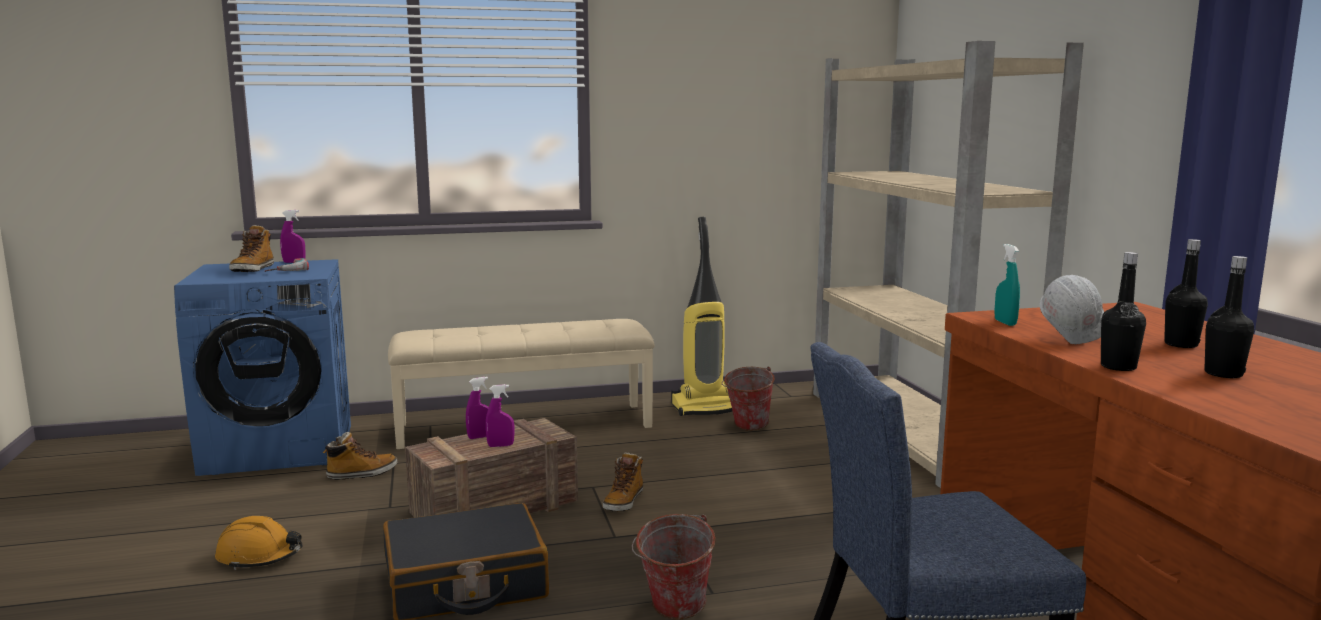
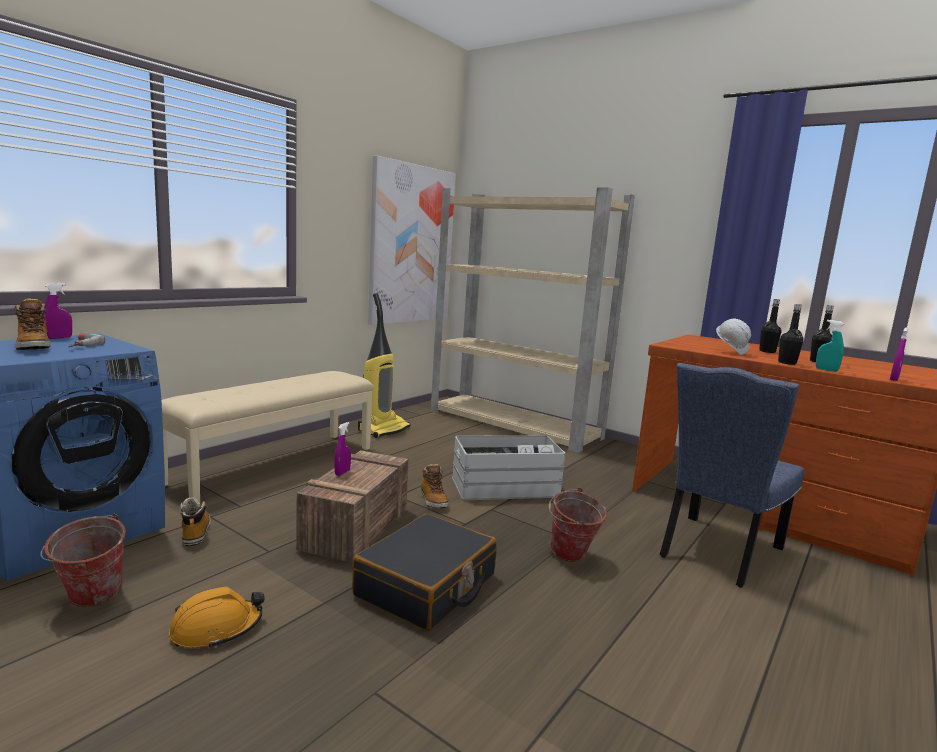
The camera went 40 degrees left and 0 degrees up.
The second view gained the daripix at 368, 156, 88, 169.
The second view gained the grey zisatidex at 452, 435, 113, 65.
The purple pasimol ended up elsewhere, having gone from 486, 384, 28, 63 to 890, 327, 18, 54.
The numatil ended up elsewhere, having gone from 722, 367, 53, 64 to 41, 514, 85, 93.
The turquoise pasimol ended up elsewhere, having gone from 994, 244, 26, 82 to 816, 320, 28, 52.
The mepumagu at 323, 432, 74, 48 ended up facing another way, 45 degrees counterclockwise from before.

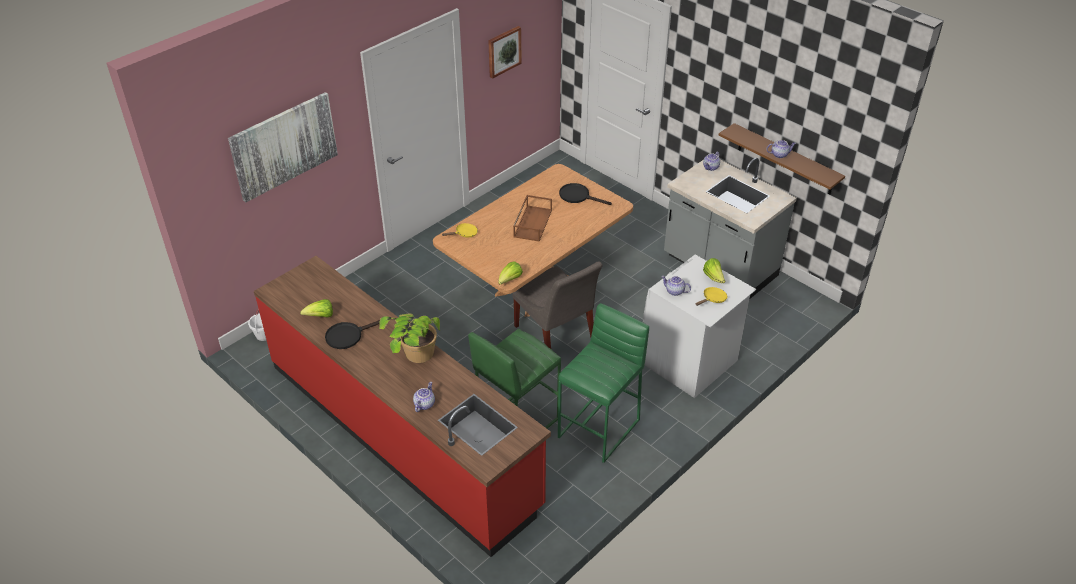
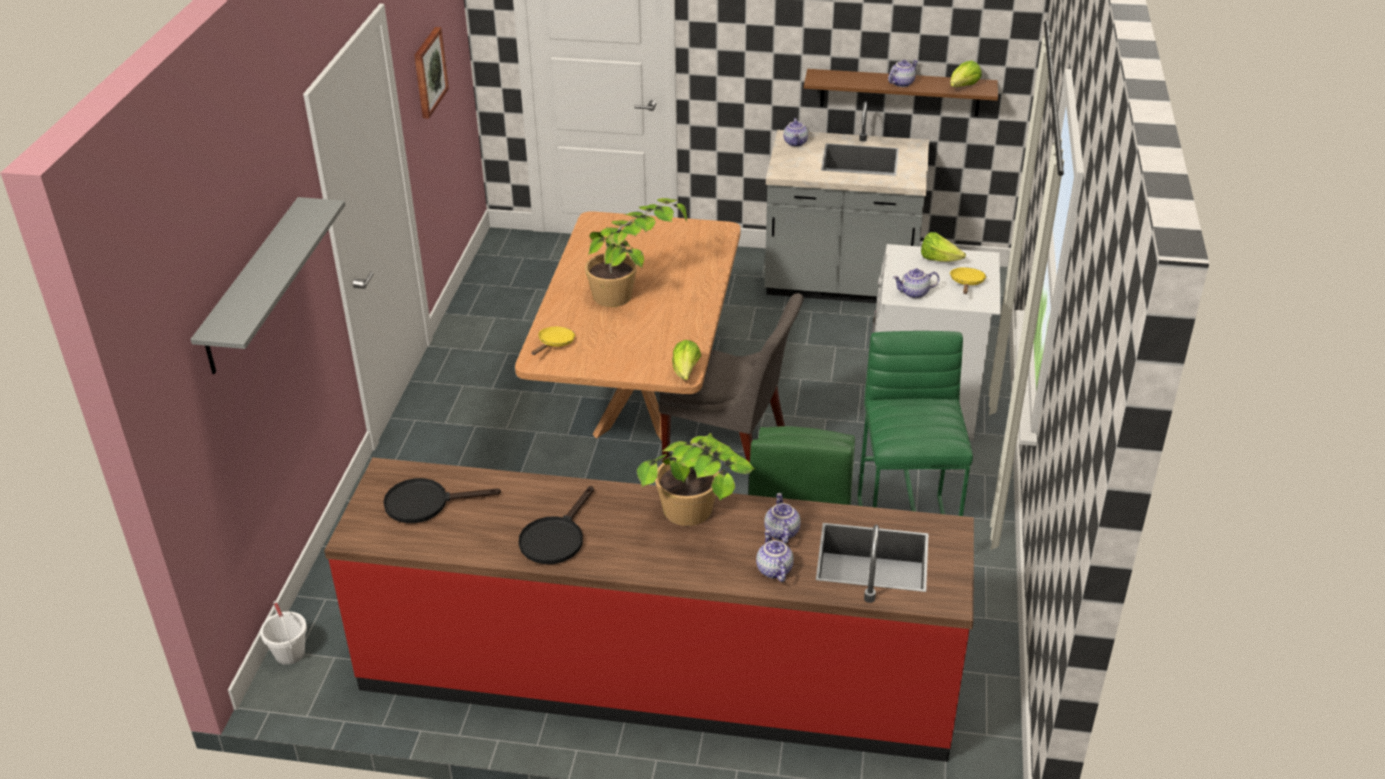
The camera went 35 degrees left and 5 degrees down.
The second view gained the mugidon at 764, 493, 37, 51.
The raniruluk ended up elsewhere, having gone from 300, 299, 33, 19 to 950, 60, 32, 27.
The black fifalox ended up elsewhere, having gone from 559, 183, 53, 22 to 383, 478, 118, 45.
Where the daripix hung at 228, 92, 110, 110, the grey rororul came to hang at 190, 197, 155, 177.
Where the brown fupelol stood at 513, 195, 39, 46, the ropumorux came to stand at 585, 198, 103, 109.

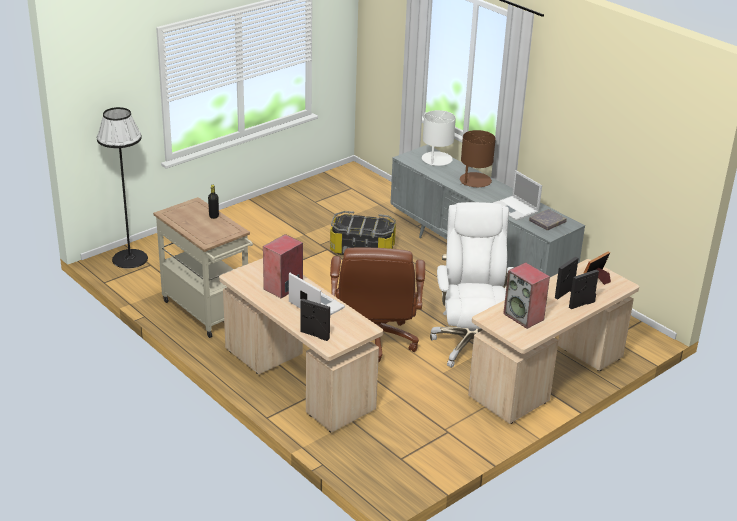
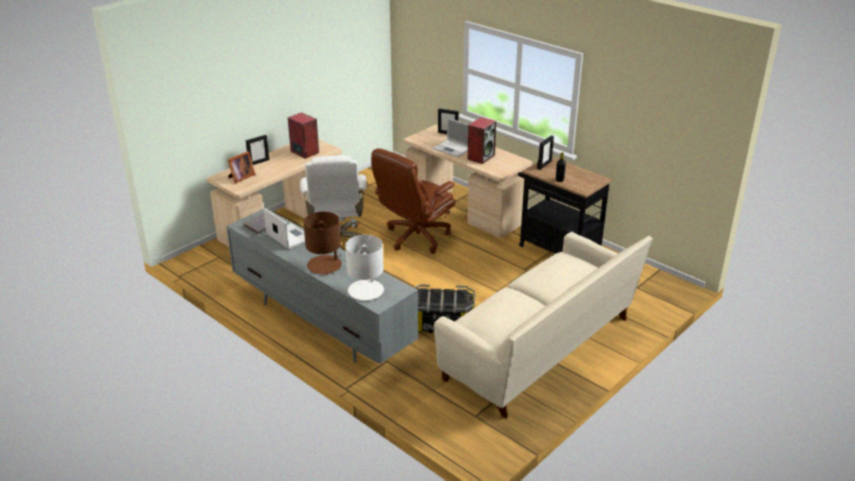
The camera went 175 degrees right and 0 degrees up.
The second view lost the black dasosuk at 97, 107, 51, 161.
The second view gained the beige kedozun at 434, 232, 219, 187.
The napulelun ended up elsewhere, having gone from 555, 257, 24, 42 to 537, 135, 17, 35.
What was the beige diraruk at 153, 197, 100, 141 turned into the black diraruk at 518, 157, 94, 97.
The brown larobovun at 330, 247, 95, 115 ended up facing another way, 135 degrees counterclockwise from before.

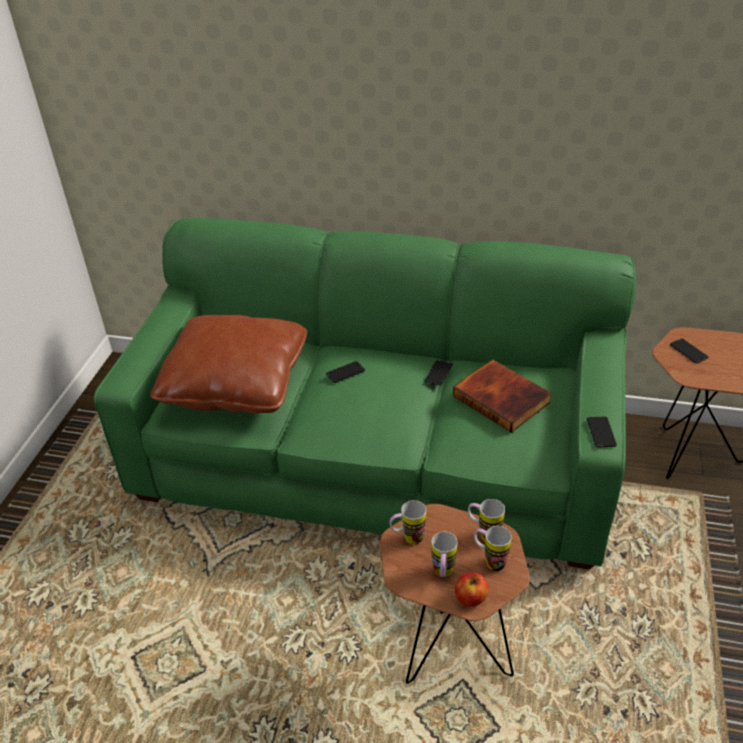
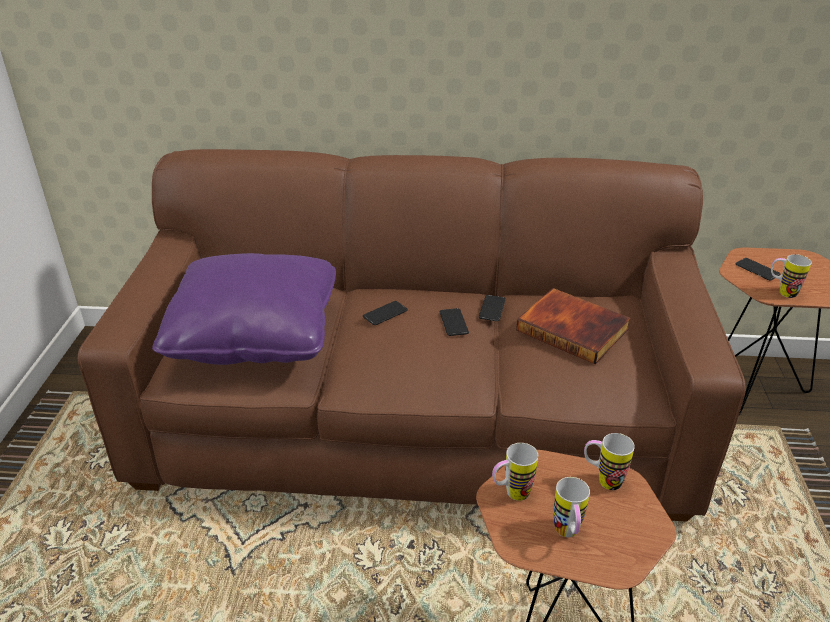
The camera went 10 degrees left and 5 degrees down.
The second view lost the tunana at 455, 572, 34, 35.
The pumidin ended up elsewhere, having gone from 474, 526, 38, 45 to 771, 254, 41, 44.
The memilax ended up elsewhere, having gone from 587, 417, 30, 30 to 439, 308, 30, 28.
What was the green kedozun at 94, 218, 542, 352 turned into the brown kedozun at 78, 149, 668, 373.
What was the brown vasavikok at 150, 315, 157, 99 turned into the purple vasavikok at 152, 253, 184, 112.

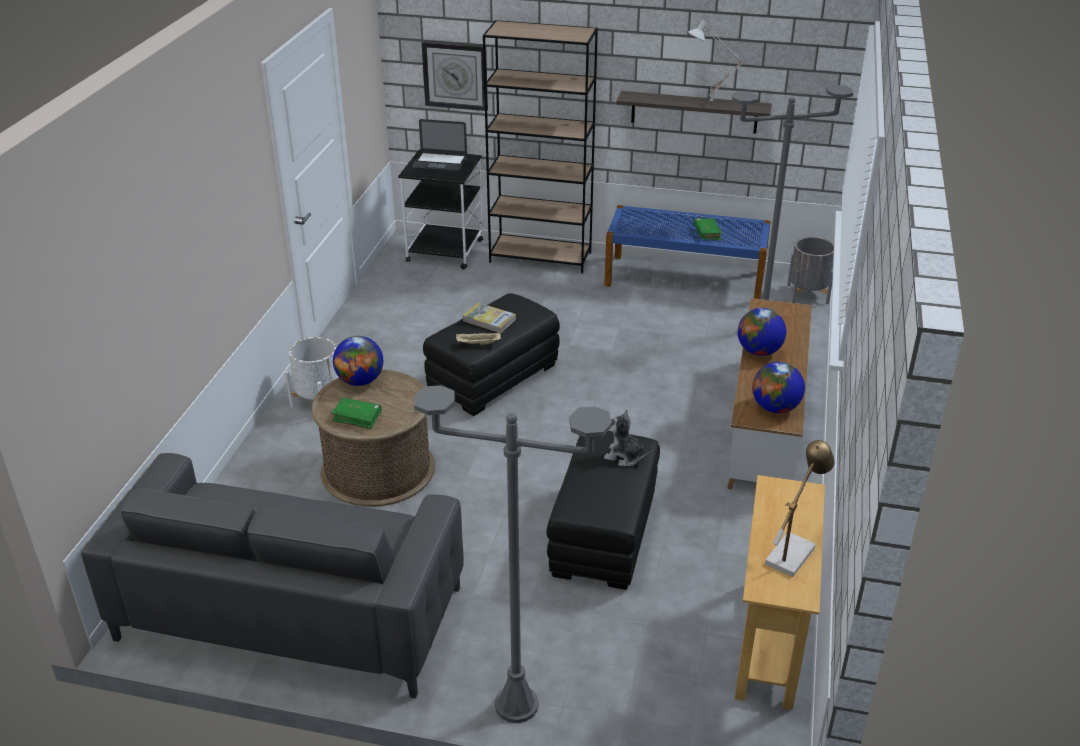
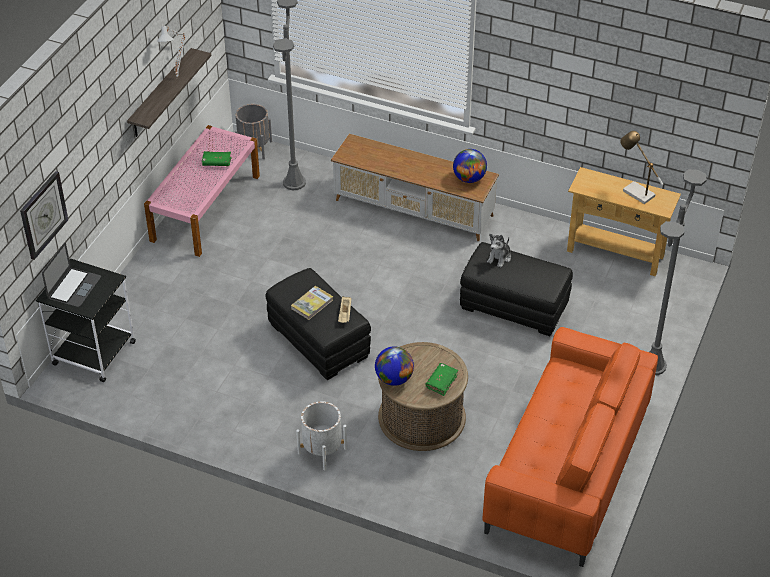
The camera went 80 degrees left and 10 degrees up.
The second view lost the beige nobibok at 483, 20, 115, 253.
The second view lost the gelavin at 738, 308, 48, 48.
What was the grey kedozun at 81, 453, 383, 246 turned into the orange kedozun at 483, 327, 175, 240.
What was the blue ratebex at 604, 205, 167, 94 turned into the pink ratebex at 144, 125, 116, 132.

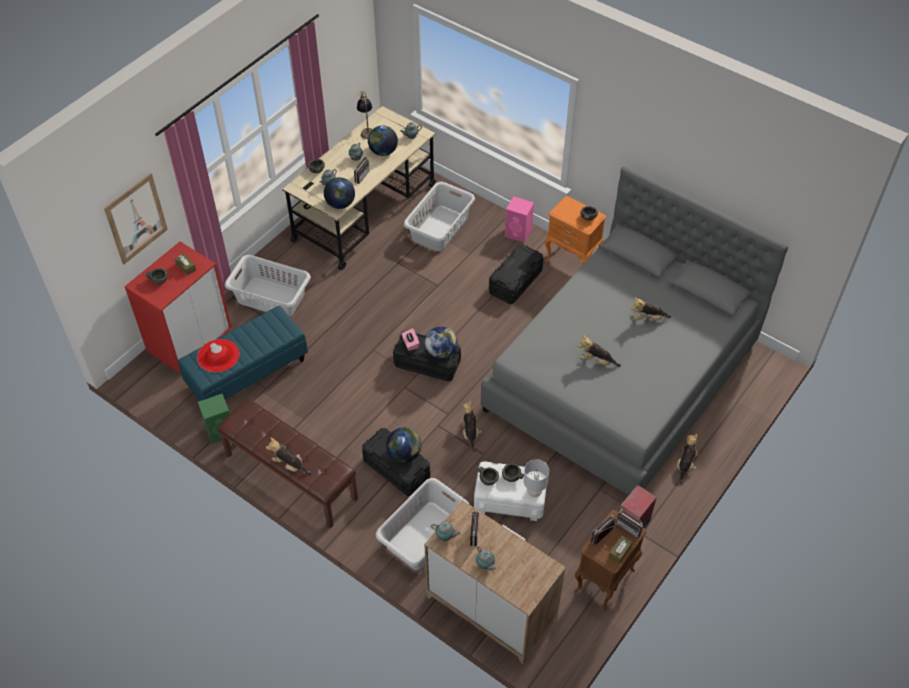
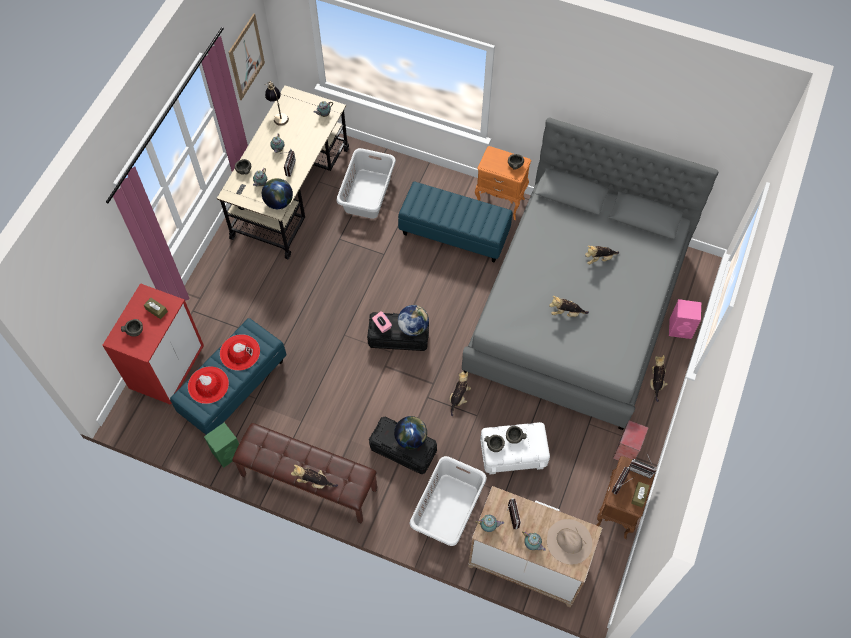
The camera went 15 degrees left and 10 degrees up.
The second view lost the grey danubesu at 225, 255, 86, 62.
The second view lost the gelavin at 368, 126, 30, 30.
The second view lost the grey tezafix at 524, 459, 25, 38.
The second view gained the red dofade at 220, 334, 40, 37.
The second view gained the beige dofade at 547, 519, 46, 46.
The daripix ended up elsewhere, having gone from 104, 173, 64, 91 to 228, 13, 37, 87.
The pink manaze ended up elsewhere, having gone from 505, 196, 29, 47 to 669, 299, 32, 40.
Where the black zisatidex stood at 489, 244, 55, 60, the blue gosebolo came to stand at 398, 181, 115, 82.
The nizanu at 463, 401, 19, 51 ended up facing another way, 45 degrees clockwise from before.

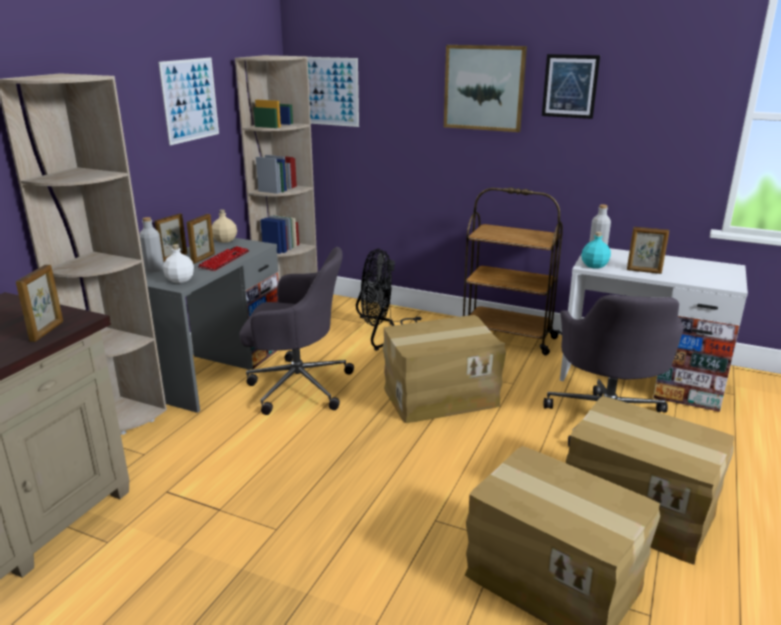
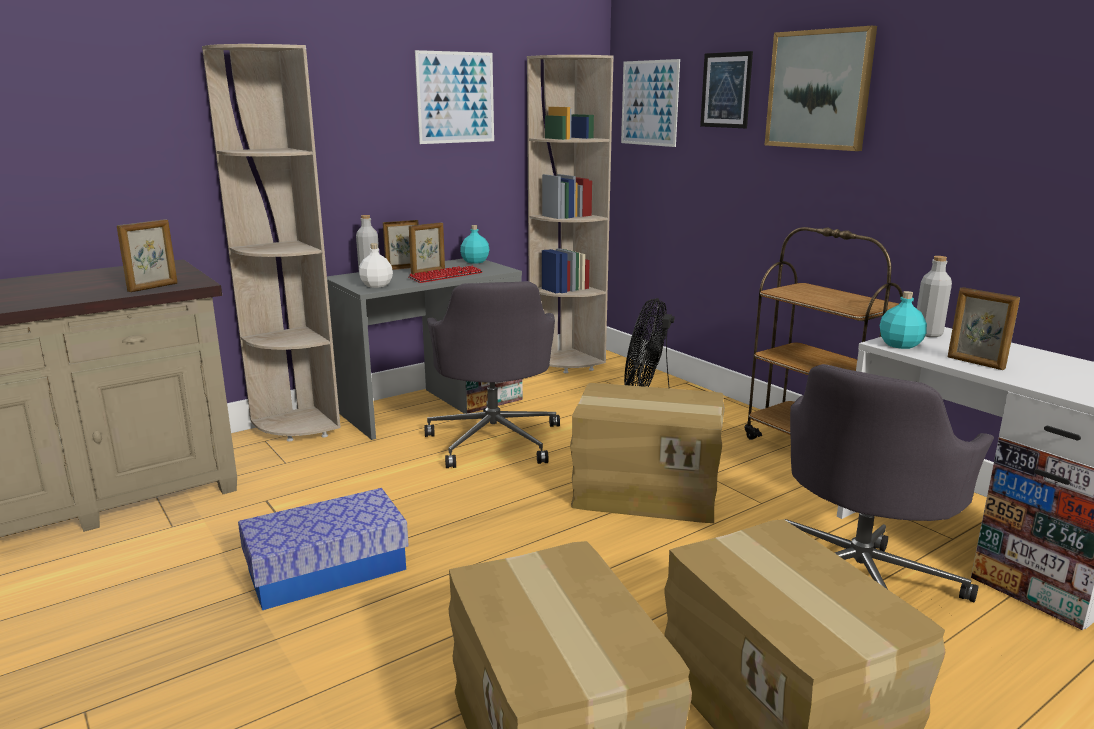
The camera went 30 degrees right and 5 degrees down.
The second view gained the zisatidex at 238, 488, 171, 122.
The daripix ended up elsewhere, having gone from 542, 54, 58, 65 to 700, 51, 53, 77.
What was the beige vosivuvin at 212, 209, 25, 34 turned into the turquoise vosivuvin at 460, 225, 29, 39.
The grey larobovun at 239, 247, 115, 168 ended up facing another way, 45 degrees clockwise from before.

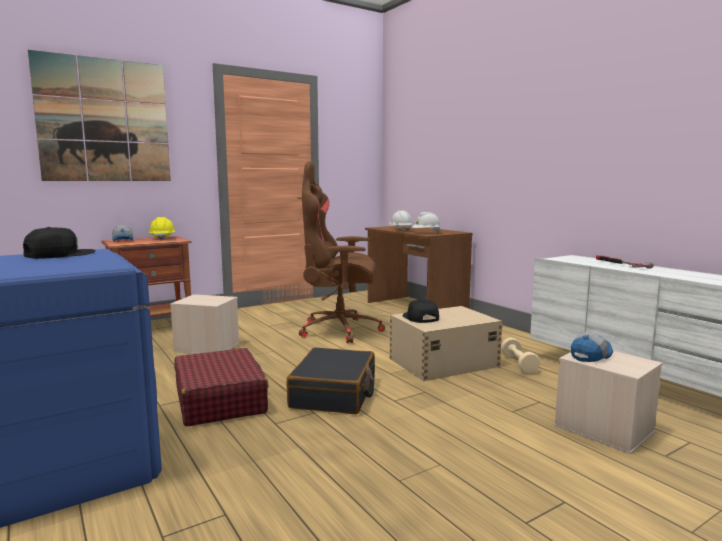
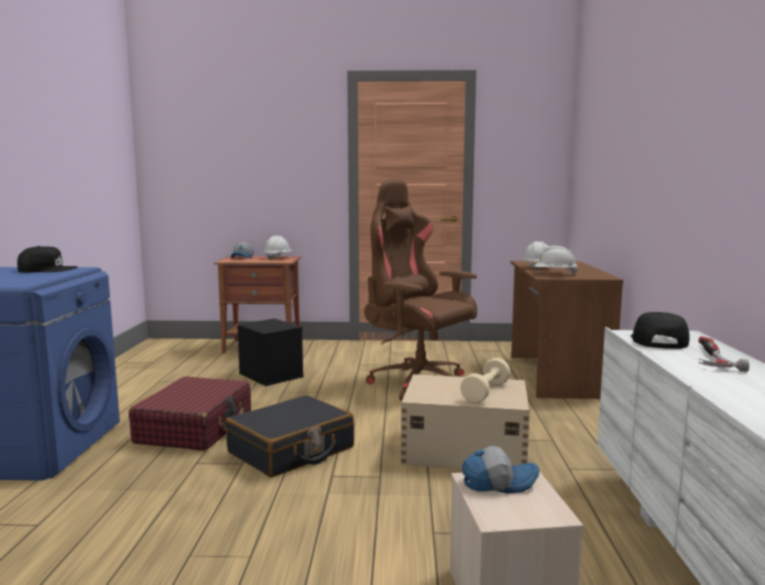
The camera went 35 degrees right and 0 degrees up.
The second view lost the daripix at 28, 50, 143, 131.
The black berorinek ended up elsewhere, having gone from 402, 300, 37, 23 to 631, 312, 59, 37.
The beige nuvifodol ended up elsewhere, having gone from 501, 337, 39, 37 to 460, 358, 51, 45.
What was the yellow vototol at 149, 217, 27, 23 turned into the white vototol at 263, 236, 29, 24.
What was the beige zisatidex at 170, 294, 70, 60 turned into the black zisatidex at 237, 318, 67, 68.

